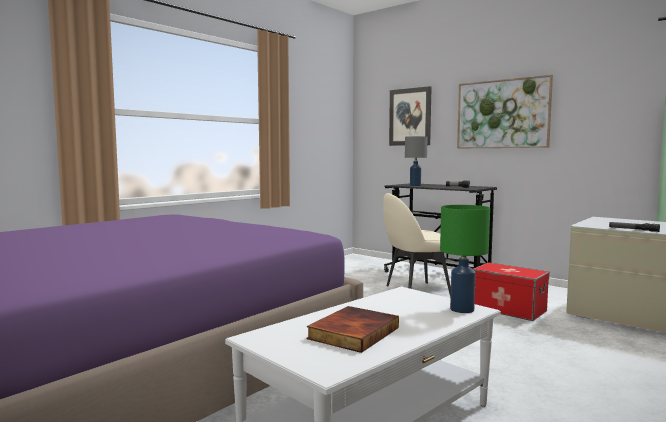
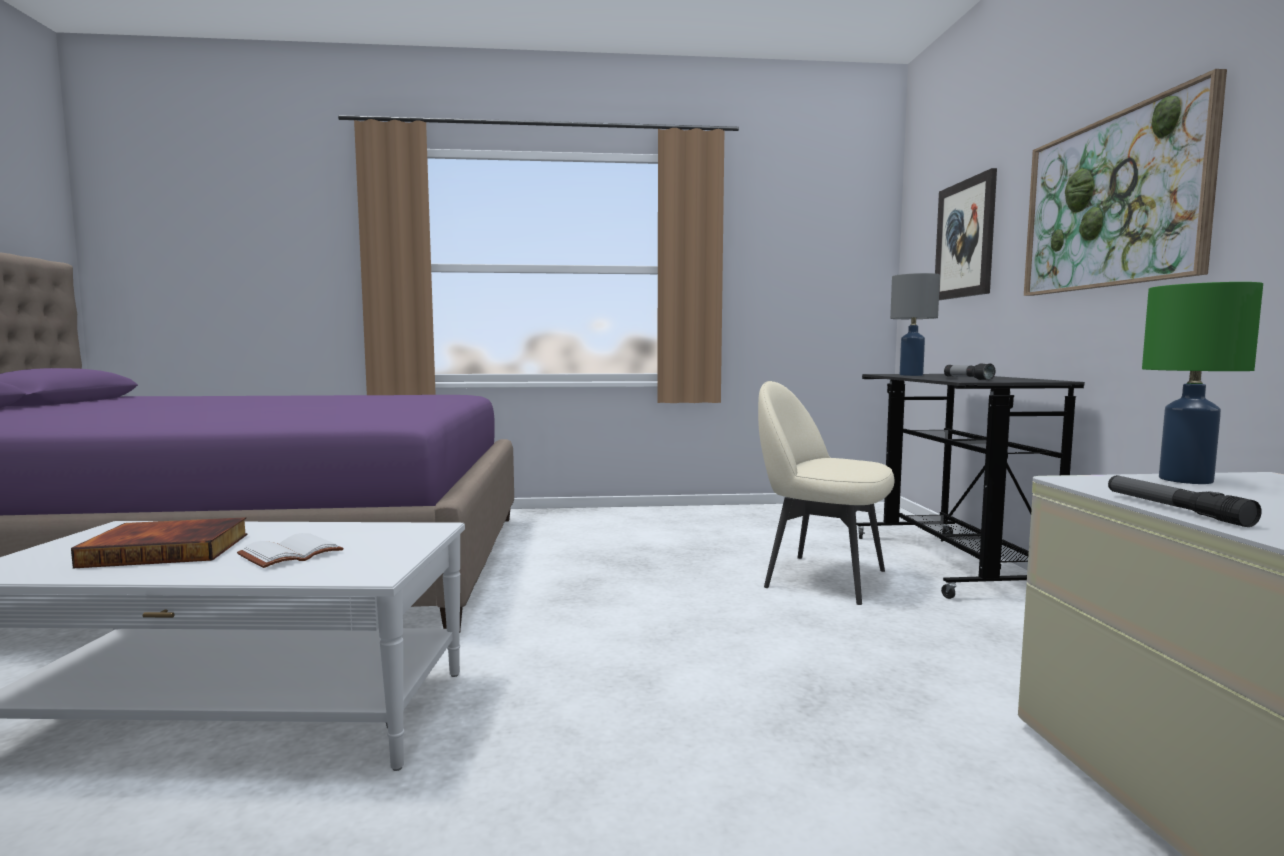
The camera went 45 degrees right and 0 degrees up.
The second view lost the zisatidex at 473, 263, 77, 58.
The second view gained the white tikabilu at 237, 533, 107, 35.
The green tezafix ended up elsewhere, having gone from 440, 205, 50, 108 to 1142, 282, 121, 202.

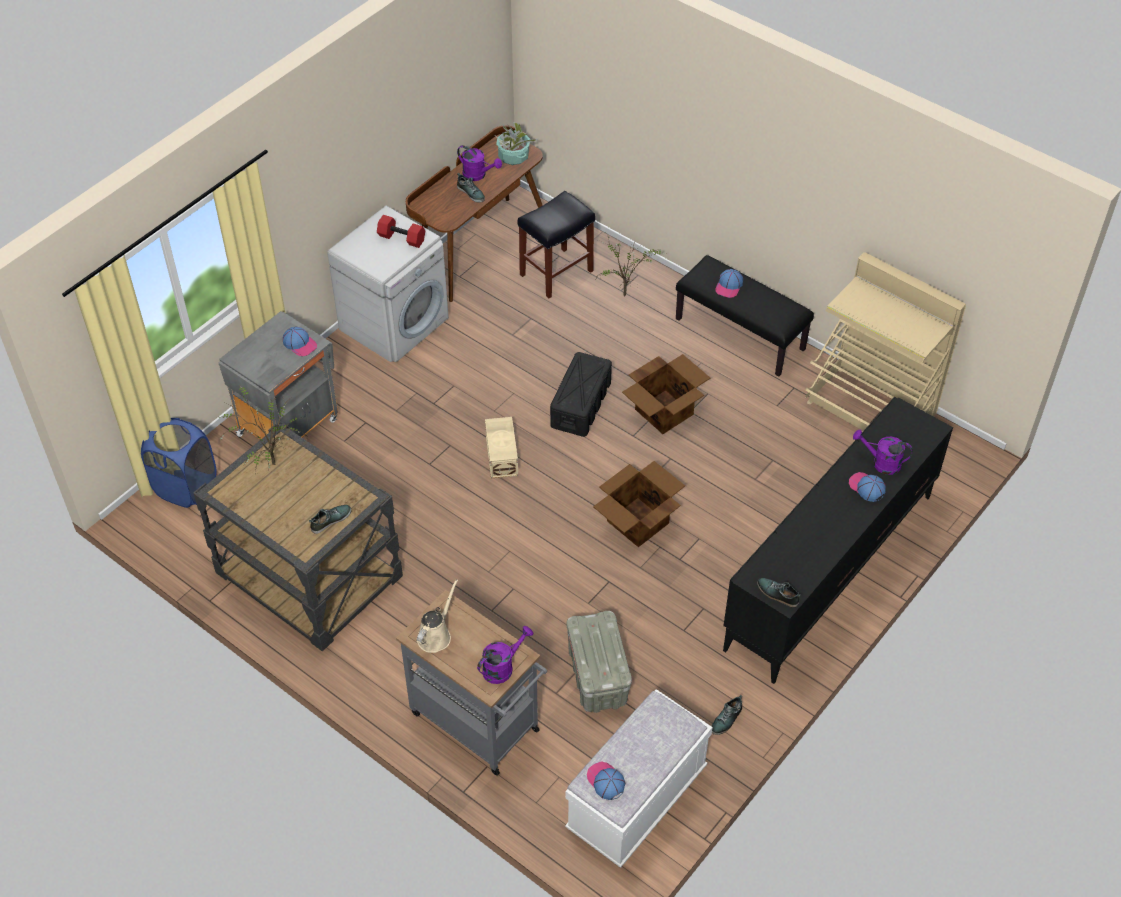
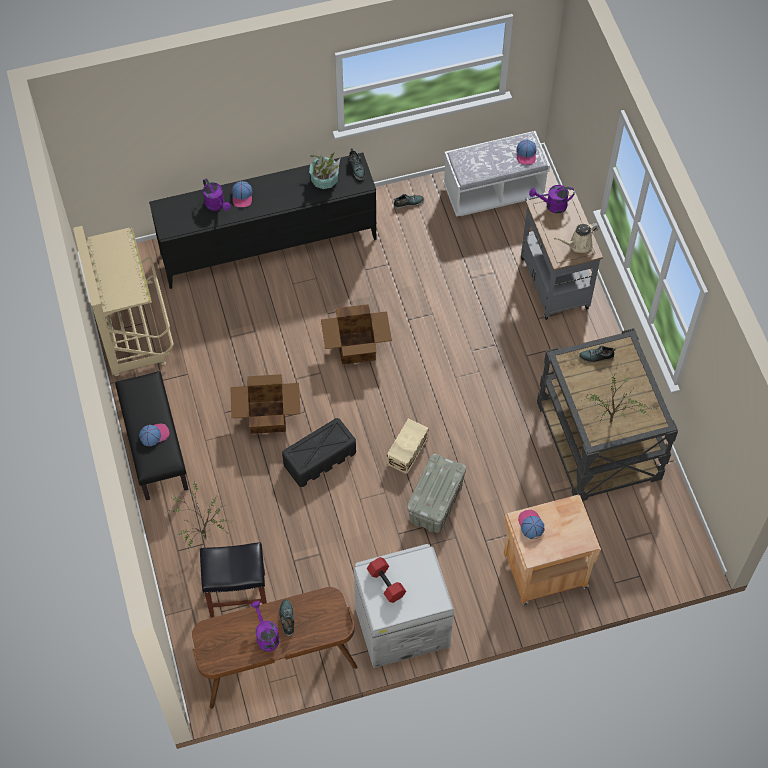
The camera went 145 degrees left and 10 degrees up.
The second view lost the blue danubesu at 141, 418, 76, 90.
The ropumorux ended up elsewhere, having gone from 496, 122, 42, 43 to 307, 151, 33, 38.
The grey zisatidex ended up elsewhere, having gone from 566, 611, 66, 102 to 407, 454, 59, 79.
What was the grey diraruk at 218, 311, 120, 128 turned into the brown diraruk at 504, 495, 97, 112.

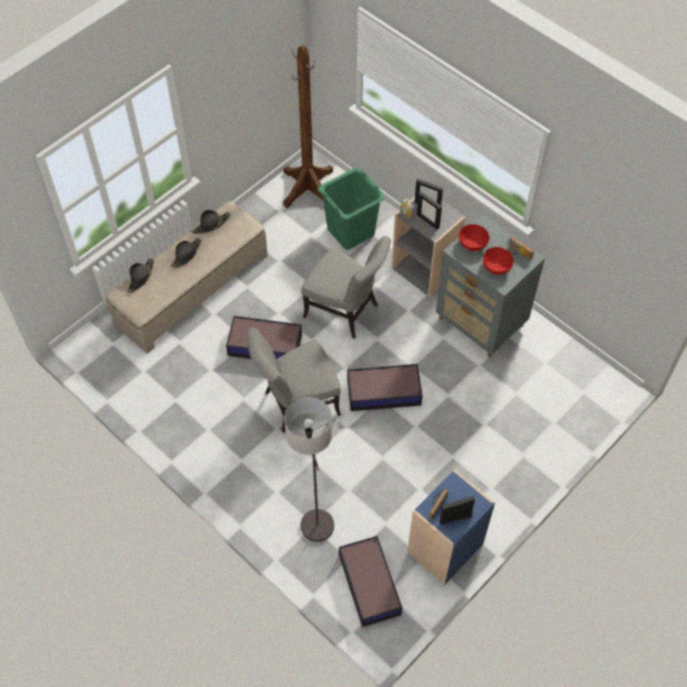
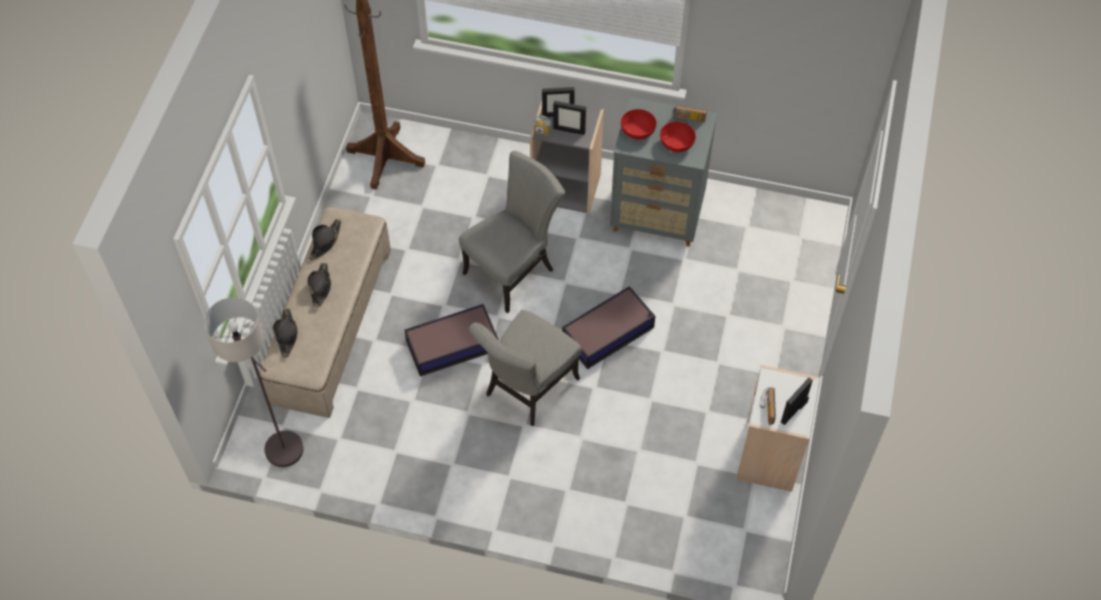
The camera went 30 degrees left and 0 degrees up.
The second view lost the green danubesu at 318, 167, 67, 83.
The second view lost the zisatidex at 339, 536, 63, 91.
The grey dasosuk ended up elsewhere, having gone from 284, 397, 50, 145 to 204, 297, 100, 170.
What was the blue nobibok at 407, 469, 88, 116 turned into the white nobibok at 736, 365, 84, 127.
The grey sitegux at 301, 236, 90, 103 ended up facing another way, 45 degrees counterclockwise from before.

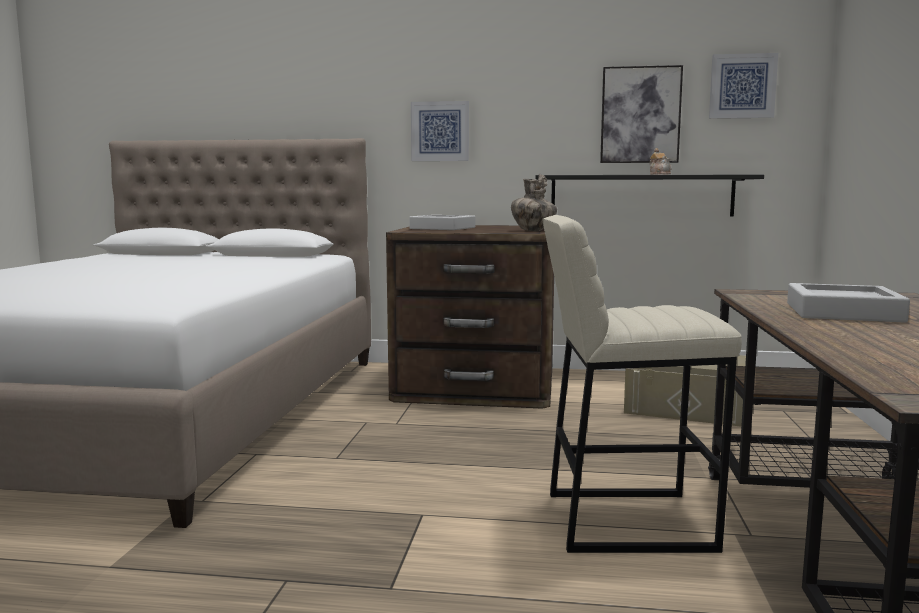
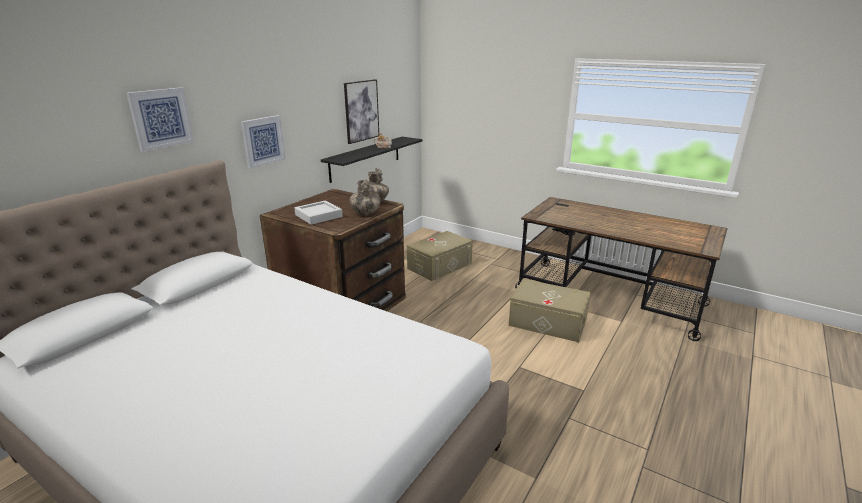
The camera went 65 degrees left and 15 degrees up.
The second view lost the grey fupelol at 787, 283, 123, 40.
The second view gained the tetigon at 349, 179, 31, 37.
The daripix ended up elsewhere, having gone from 709, 53, 69, 66 to 126, 87, 68, 65.
Where the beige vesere stood at 543, 215, 199, 338, the beige zisatidex came to stand at 509, 279, 82, 63.

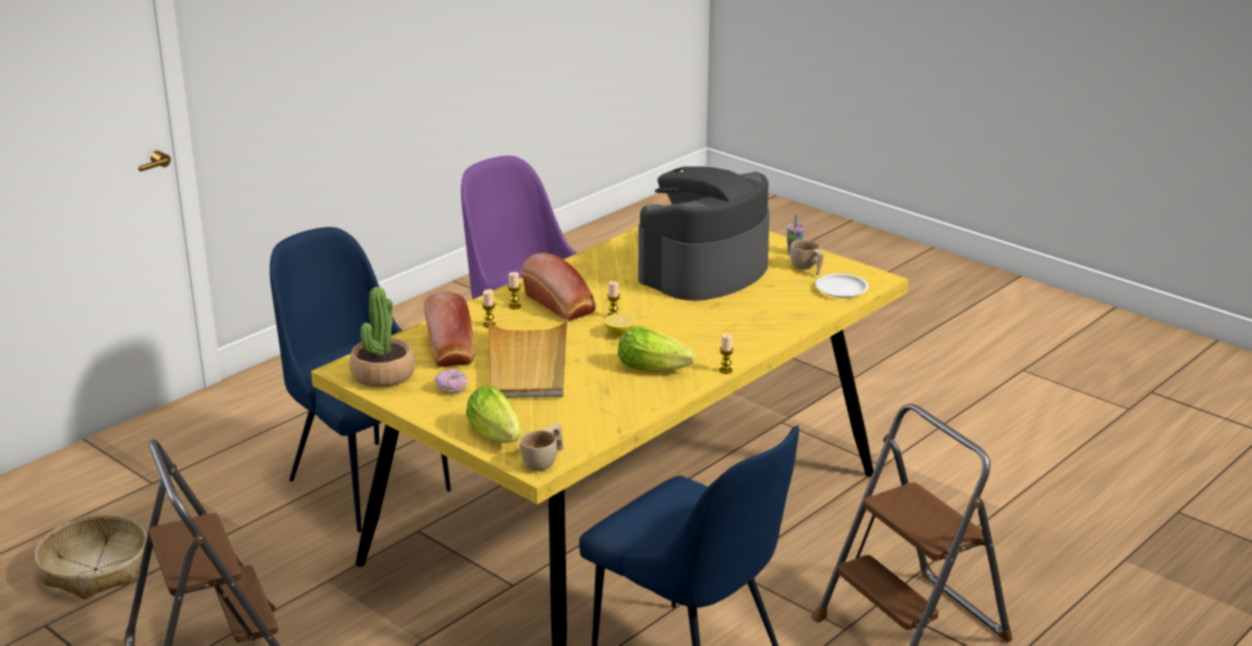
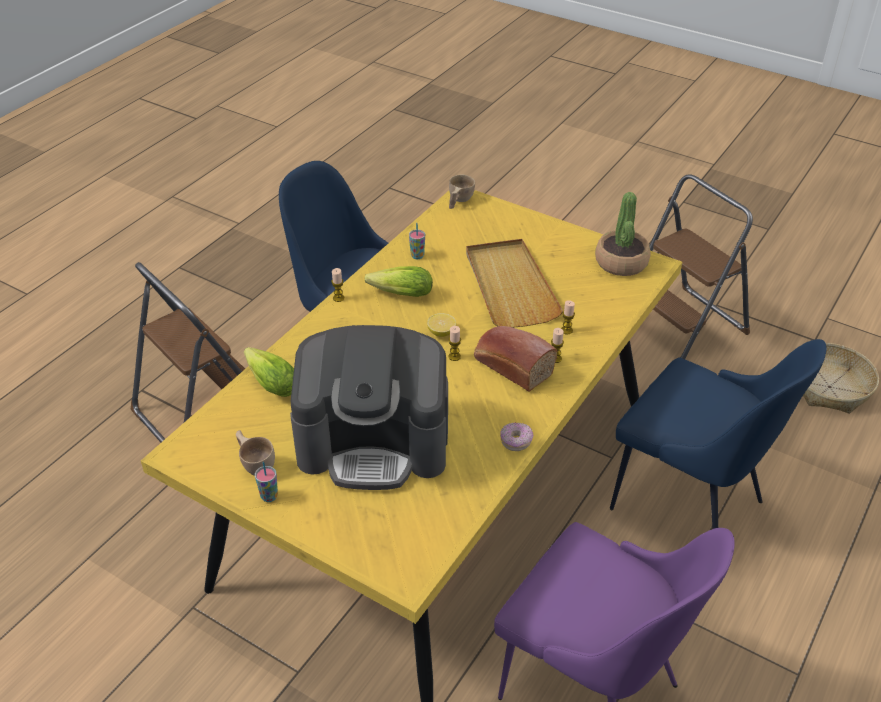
The camera went 170 degrees right and 15 degrees up.
The second view lost the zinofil at 424, 291, 50, 76.
The second view lost the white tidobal at 815, 273, 54, 25.
The second view gained the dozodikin at 409, 223, 16, 36.
The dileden ended up elsewhere, having gone from 435, 369, 33, 25 to 500, 422, 34, 29.
The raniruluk ended up elsewhere, having gone from 466, 386, 55, 57 to 244, 347, 50, 50.
The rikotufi at 638, 166, 132, 135 ended up facing another way, 60 degrees clockwise from before.

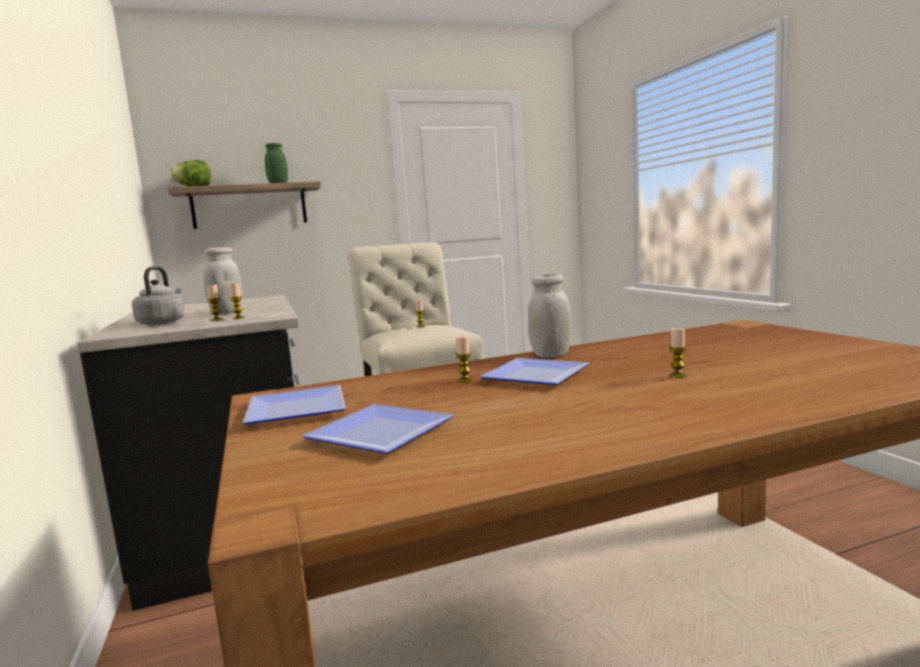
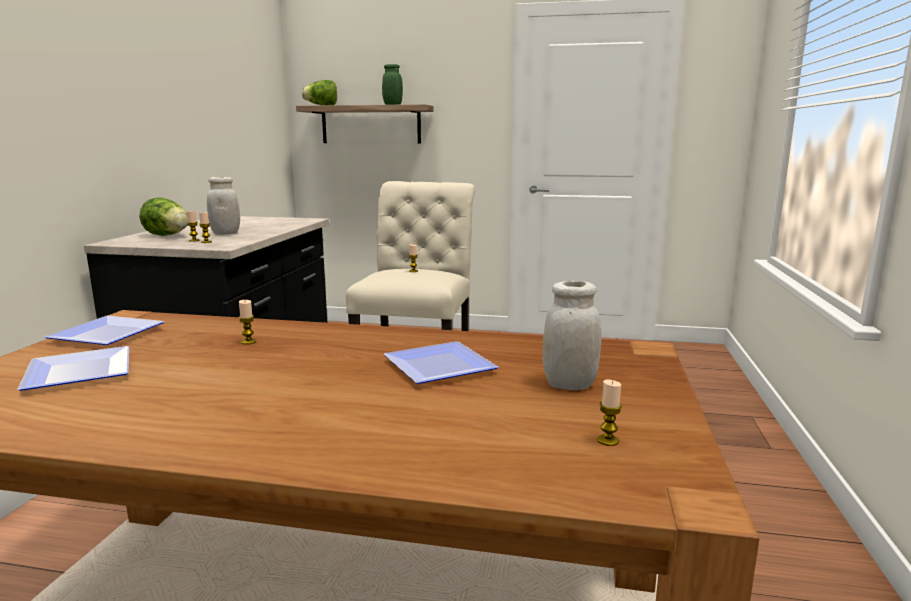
The camera went 30 degrees right and 5 degrees up.
The tidobal ended up elsewhere, having gone from 480, 358, 109, 27 to 384, 341, 114, 43.
The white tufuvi ended up elsewhere, having gone from 528, 274, 43, 84 to 542, 281, 60, 109.
The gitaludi ended up elsewhere, having gone from 669, 327, 18, 51 to 597, 380, 25, 66.
Where the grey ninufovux stood at 132, 266, 53, 59, the raniruluk came to stand at 139, 197, 49, 39.

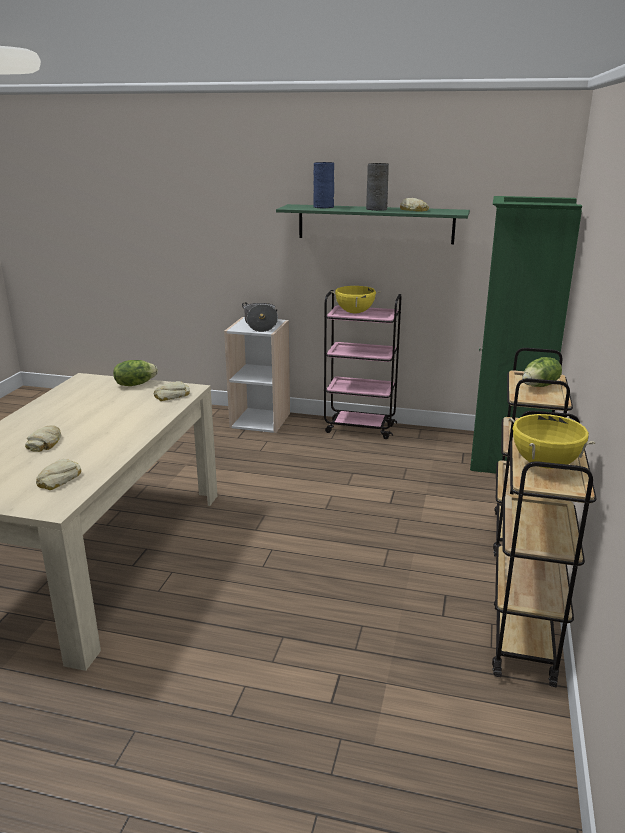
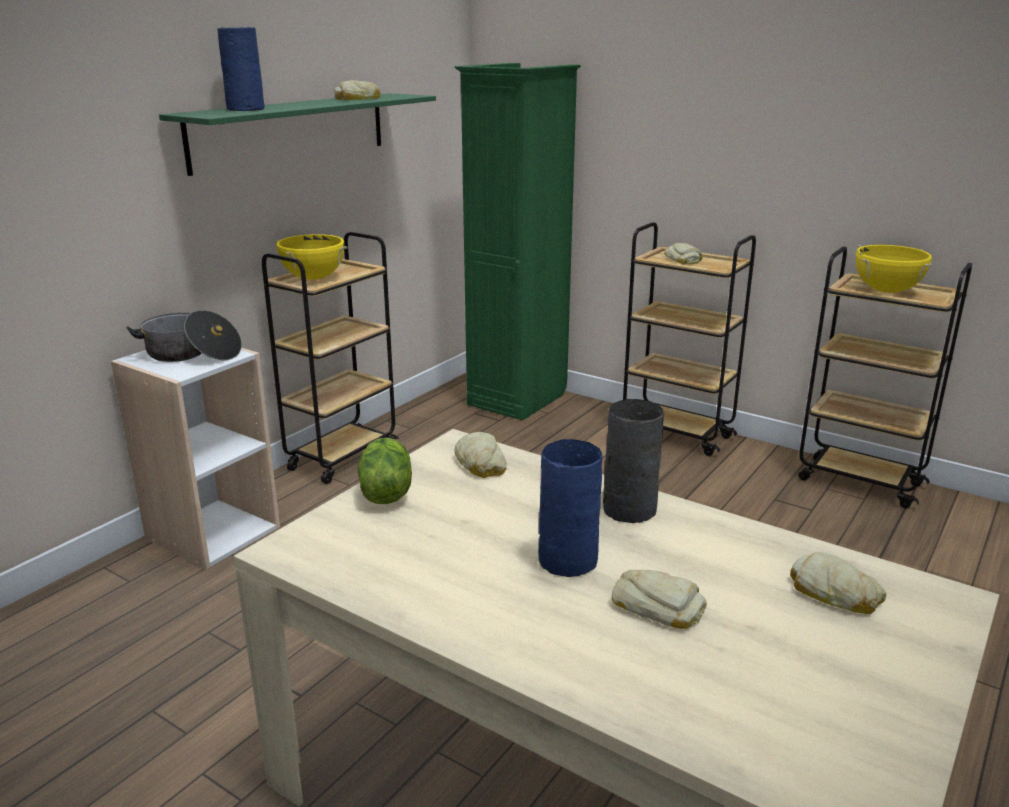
The camera went 70 degrees left and 0 degrees up.
The second view gained the blue tetigon at 539, 439, 64, 138.
The grey tetigon ended up elsewhere, having gone from 366, 163, 23, 48 to 603, 399, 61, 124.
Where the raniruluk stood at 522, 357, 40, 30, the zinofil came to stand at 664, 243, 38, 21.
What was the pink diraruk at 324, 290, 77, 149 turned into the brown diraruk at 262, 232, 137, 252.

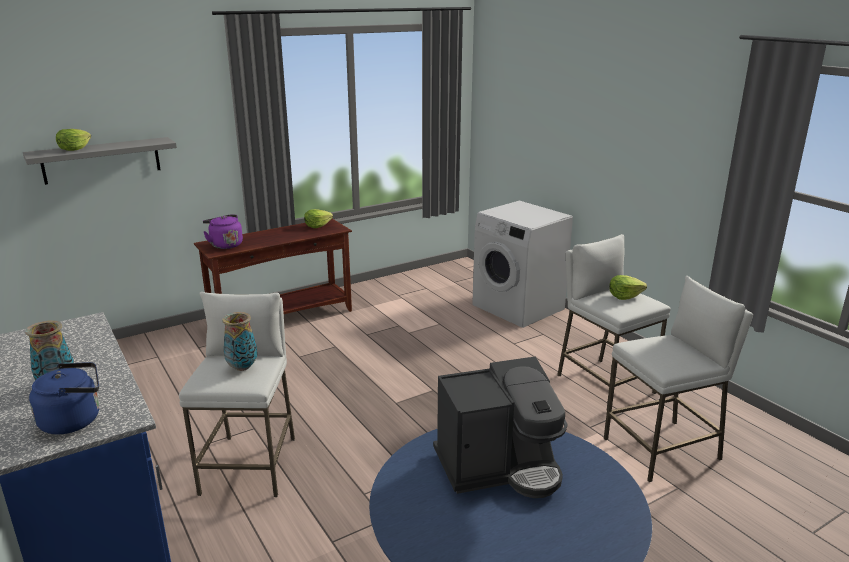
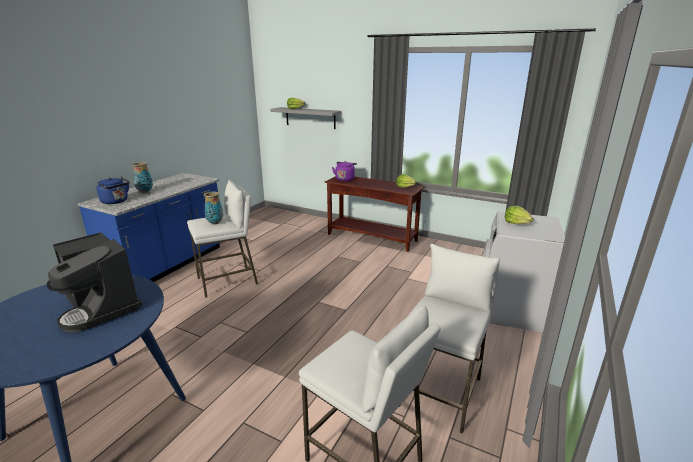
The camera went 60 degrees right and 0 degrees up.
The raniruluk ended up elsewhere, having gone from 609, 275, 38, 25 to 505, 206, 28, 18.

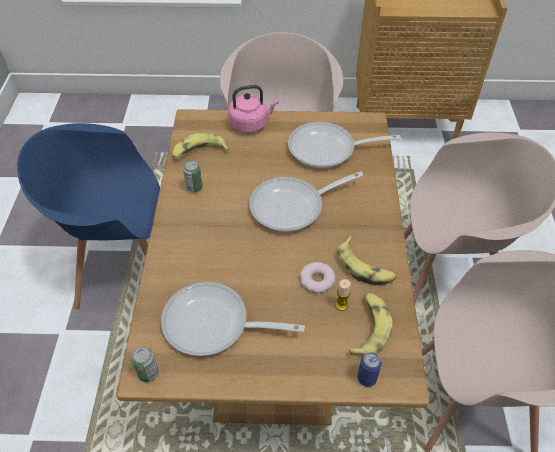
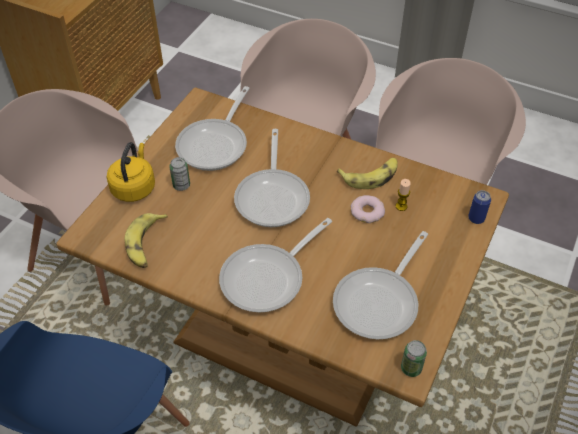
The camera went 65 degrees left and 0 degrees up.
The second view lost the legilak at 349, 293, 44, 62.
The second view gained the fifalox at 219, 218, 113, 94.
The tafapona ended up elsewhere, having gone from 183, 160, 20, 33 to 169, 157, 21, 34.
What was the pink ninufovux at 228, 85, 51, 48 turned into the yellow ninufovux at 107, 142, 48, 60.

